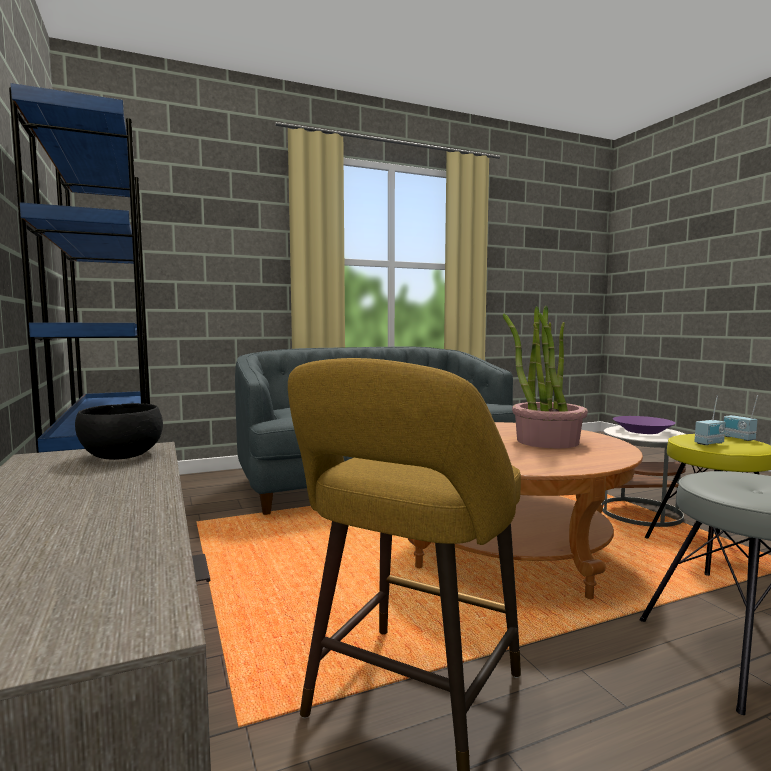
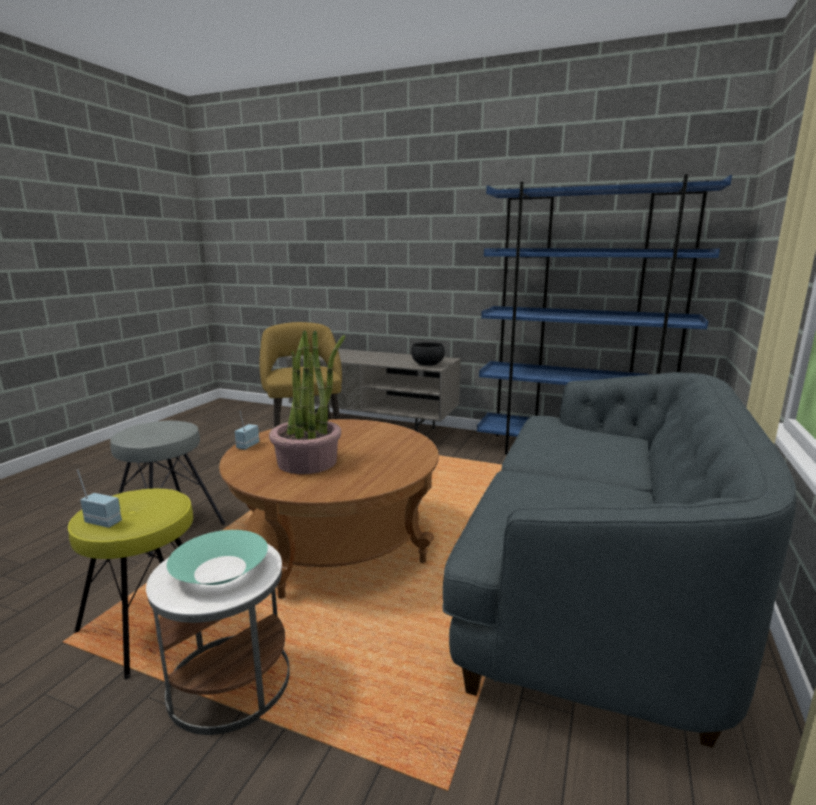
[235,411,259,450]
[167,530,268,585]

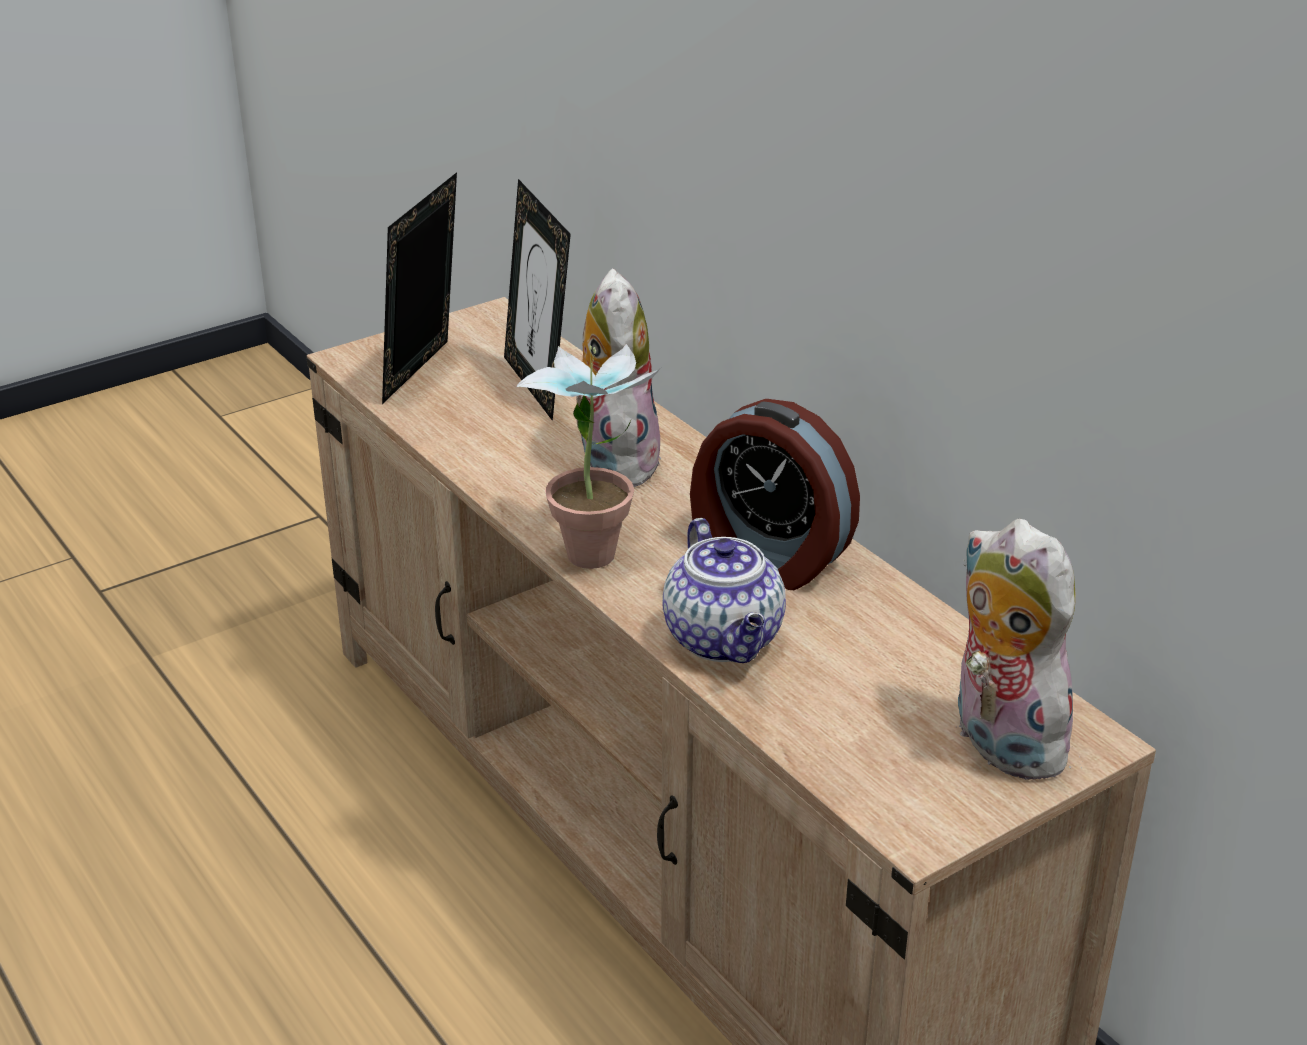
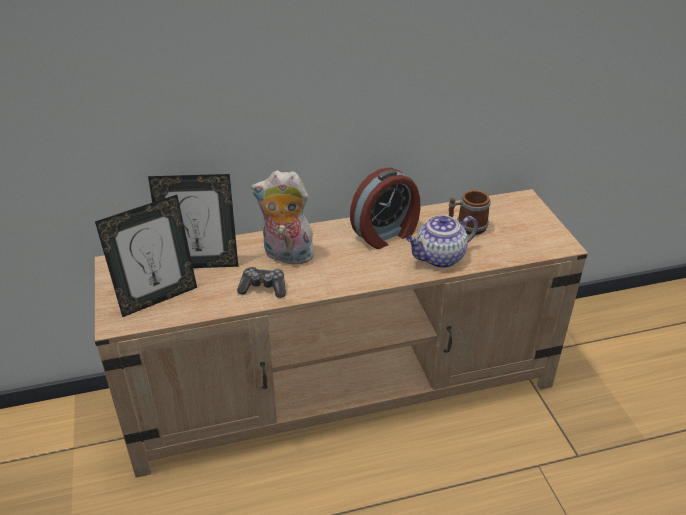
[516,344,661,569] (first image)
[955,519,1082,780] (first image)
[237,267,286,298]
[449,190,491,235]
[95,195,197,317]
[406,215,478,268]

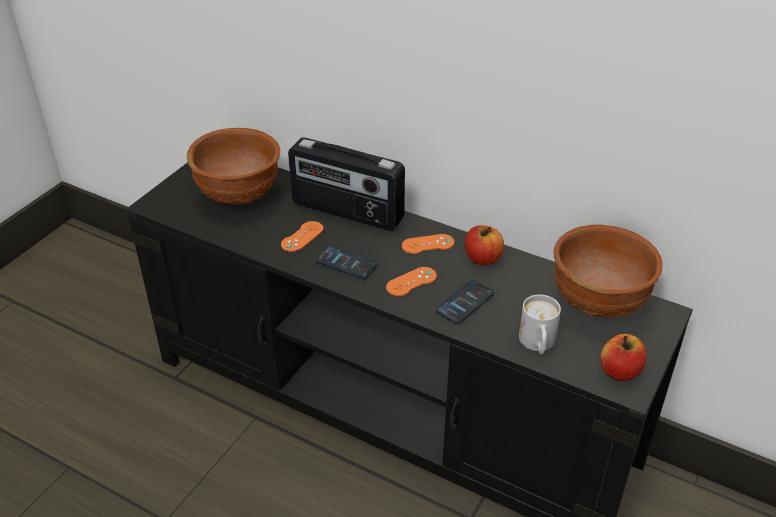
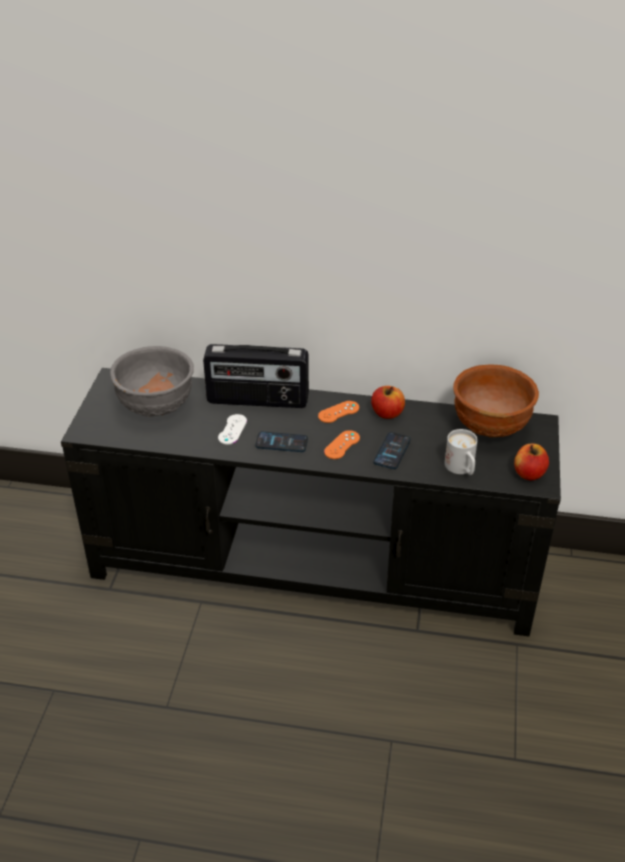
[110,346,194,417]
[218,414,247,445]

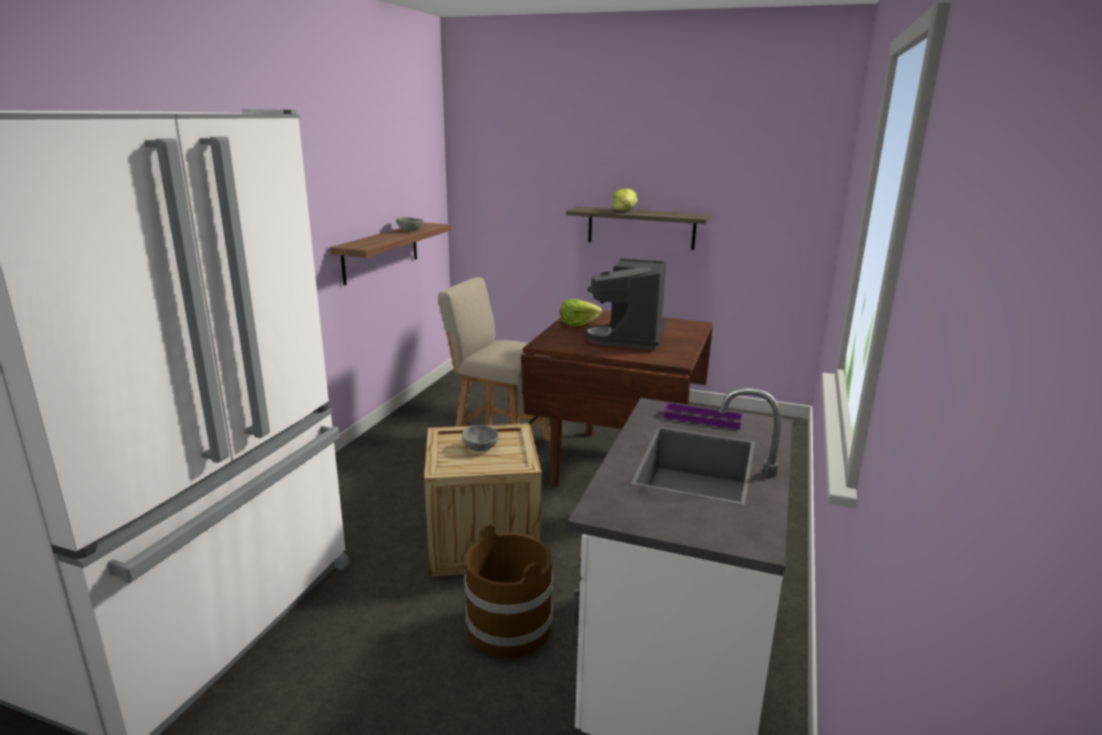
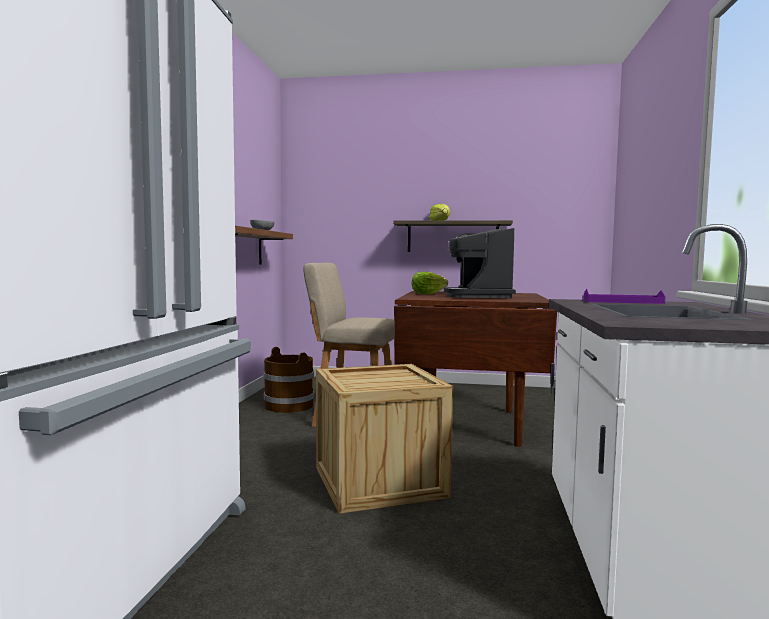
[462,425,499,451] (first image)
[264,347,314,413]

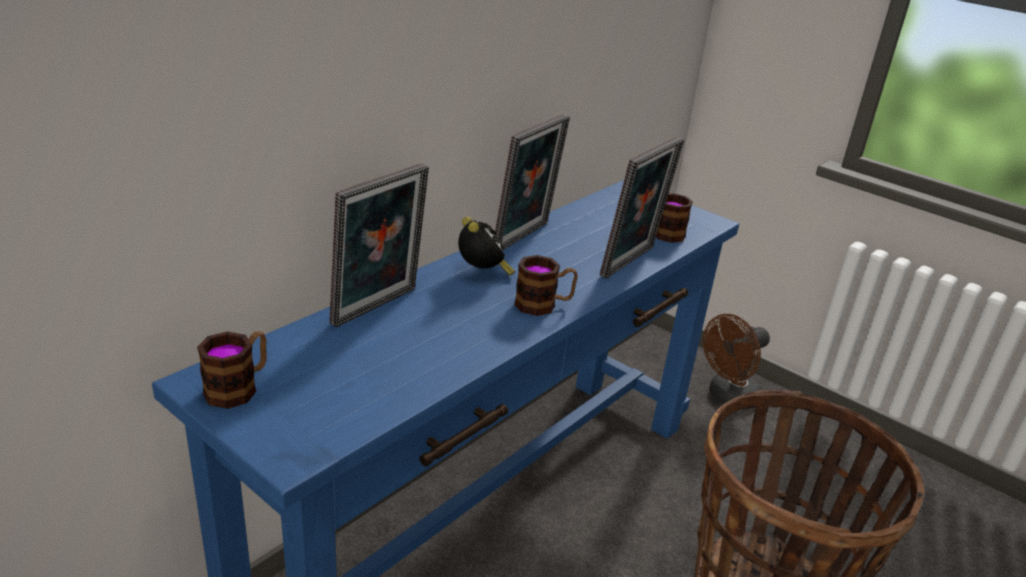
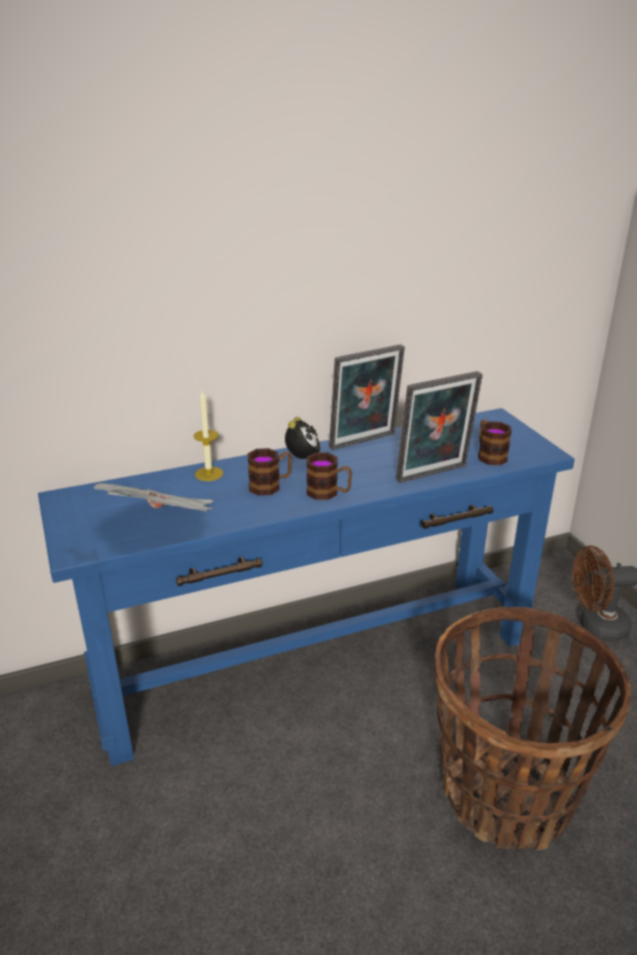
[94,483,213,512]
[248,448,292,496]
[194,389,223,481]

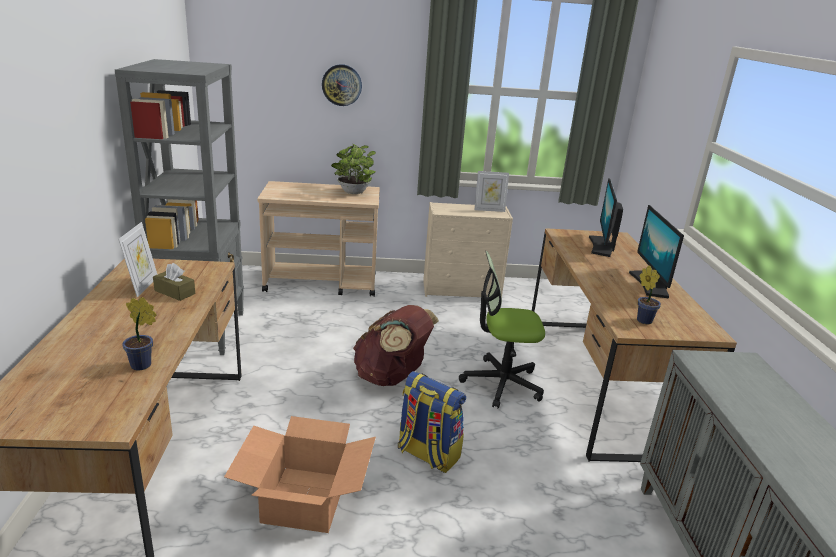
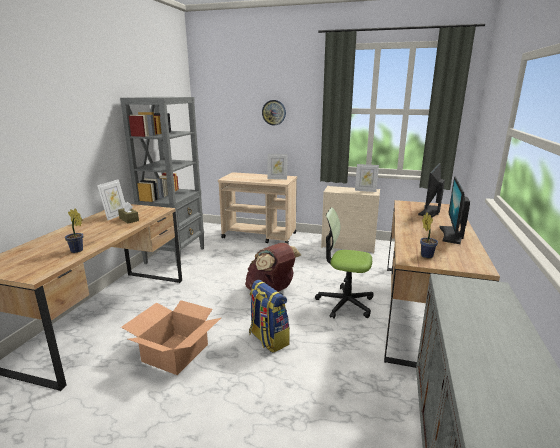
[267,154,288,179]

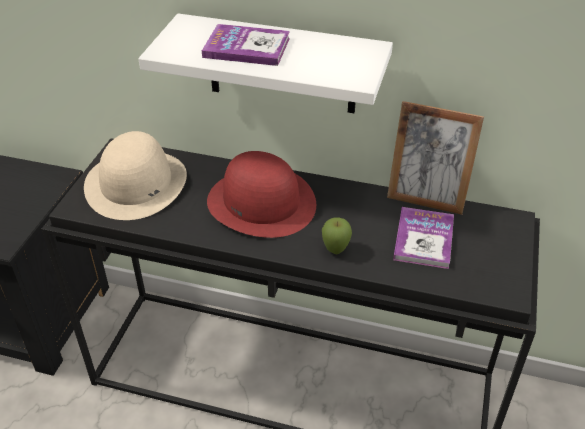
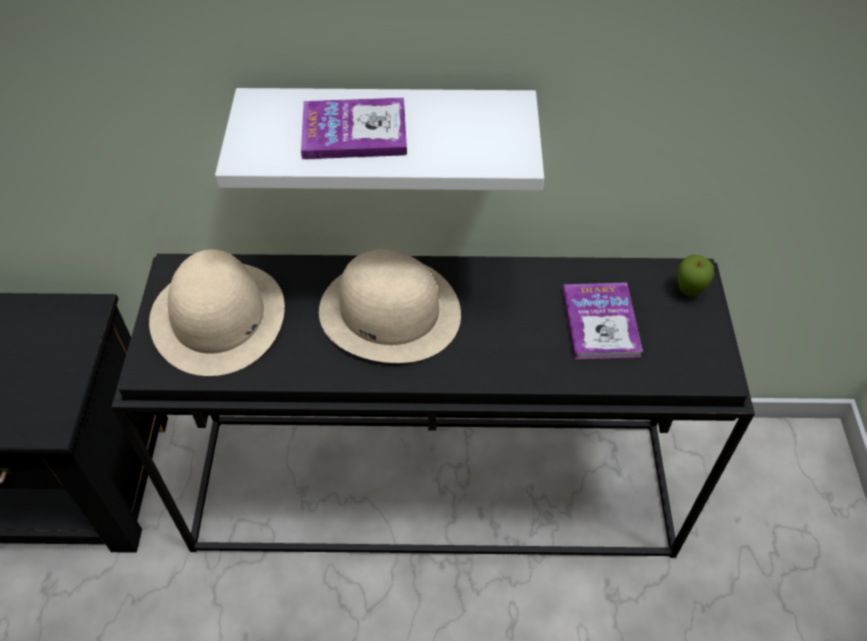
[387,101,484,215] (first image)
[678,255,714,297]
[319,250,461,363]

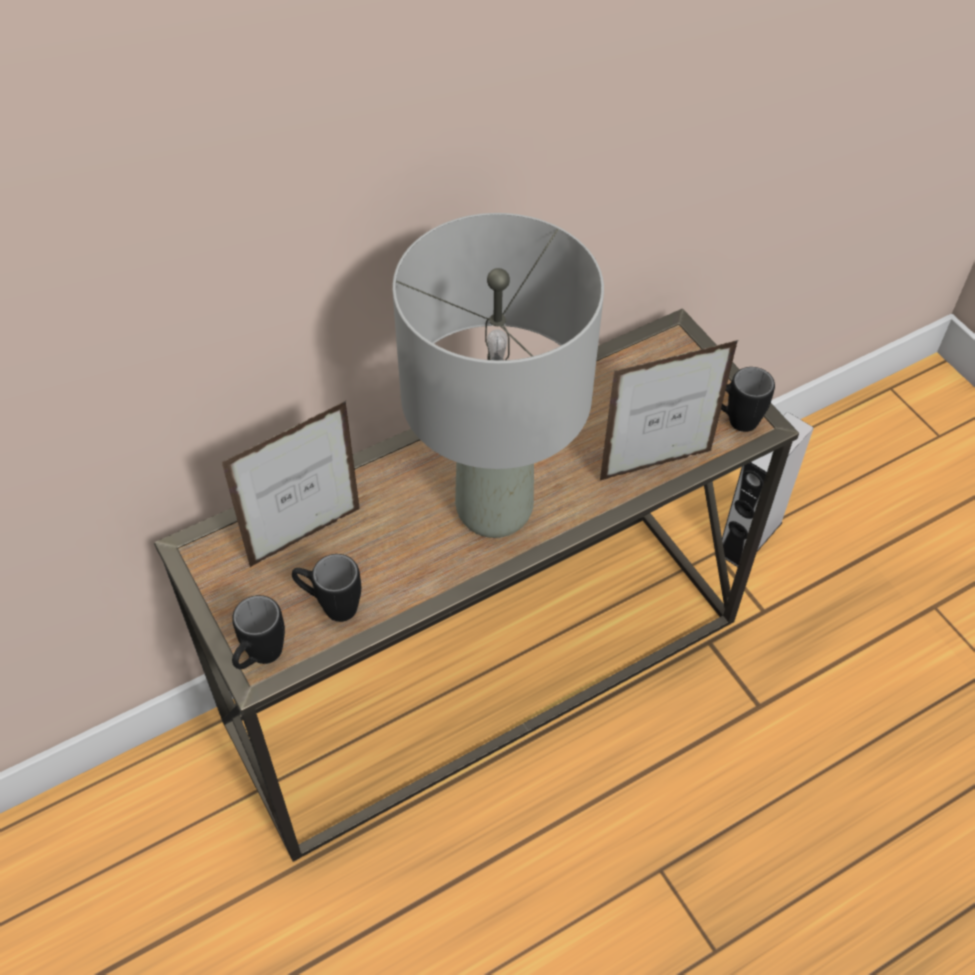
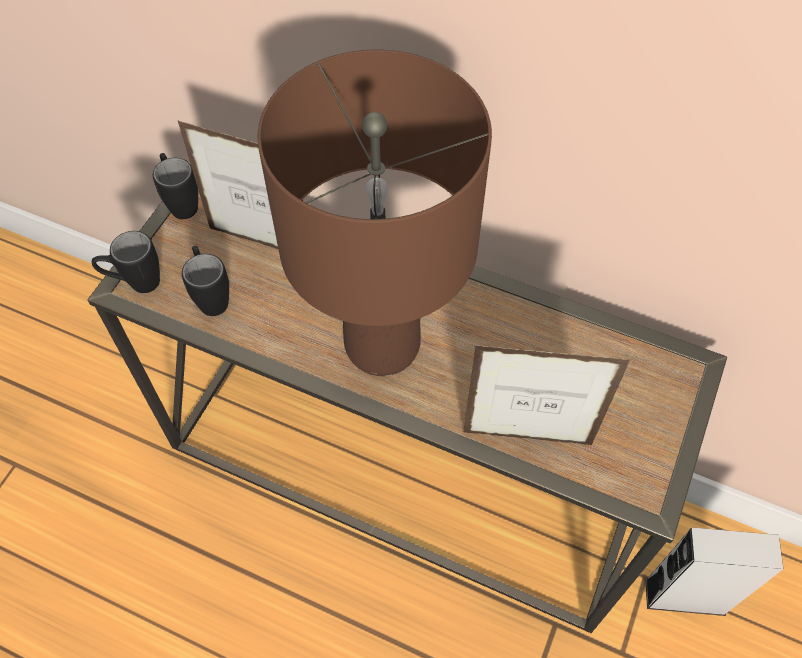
[153,153,198,219]
[258,49,492,376]
[463,345,630,445]

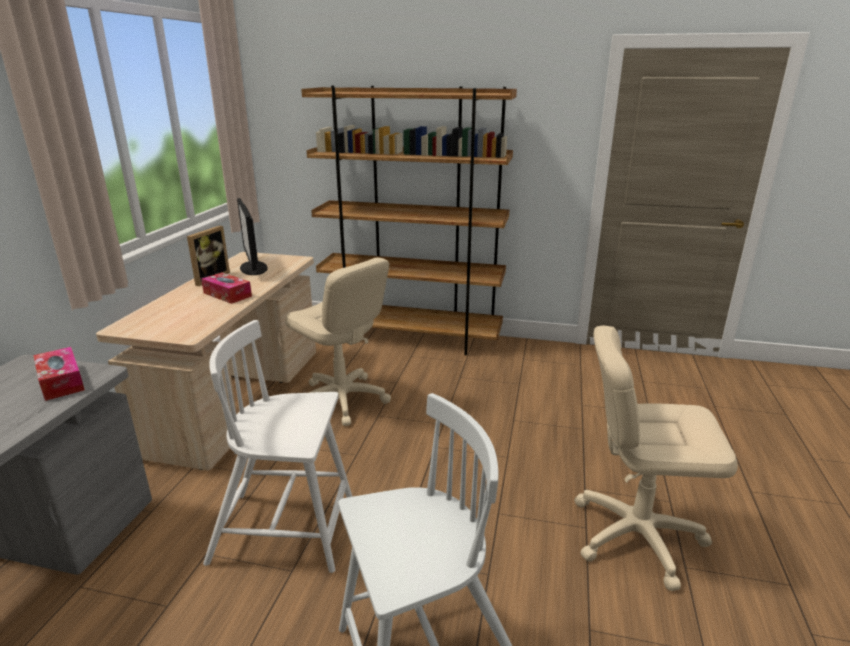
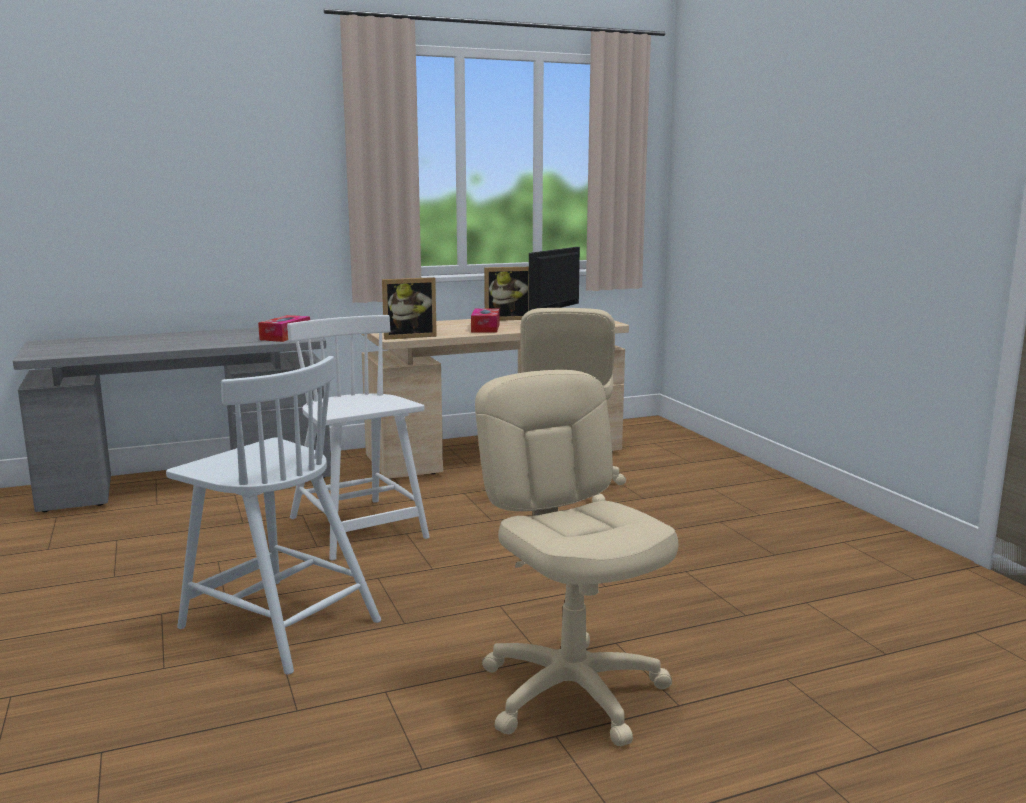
[301,86,517,355] (first image)
[382,277,437,340]

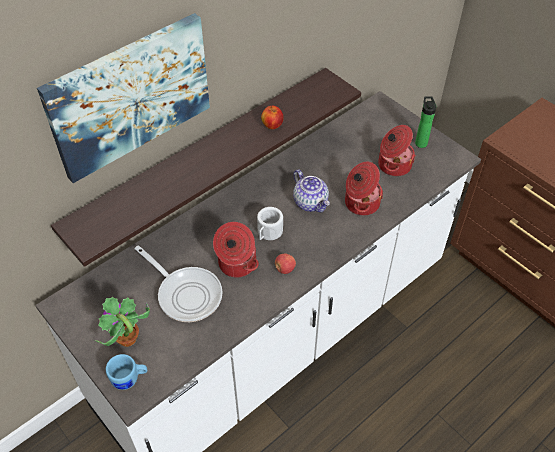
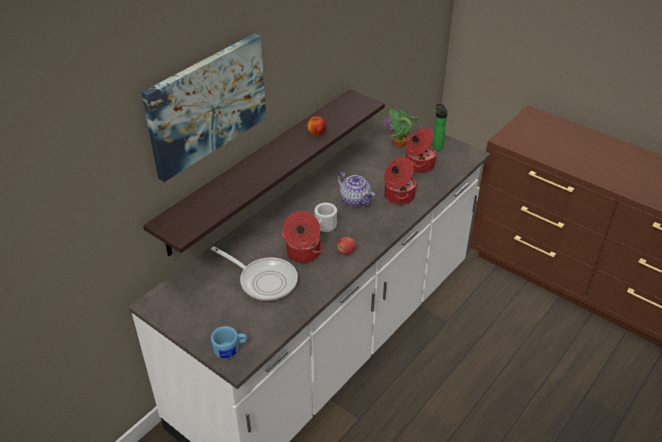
[386,109,418,148]

